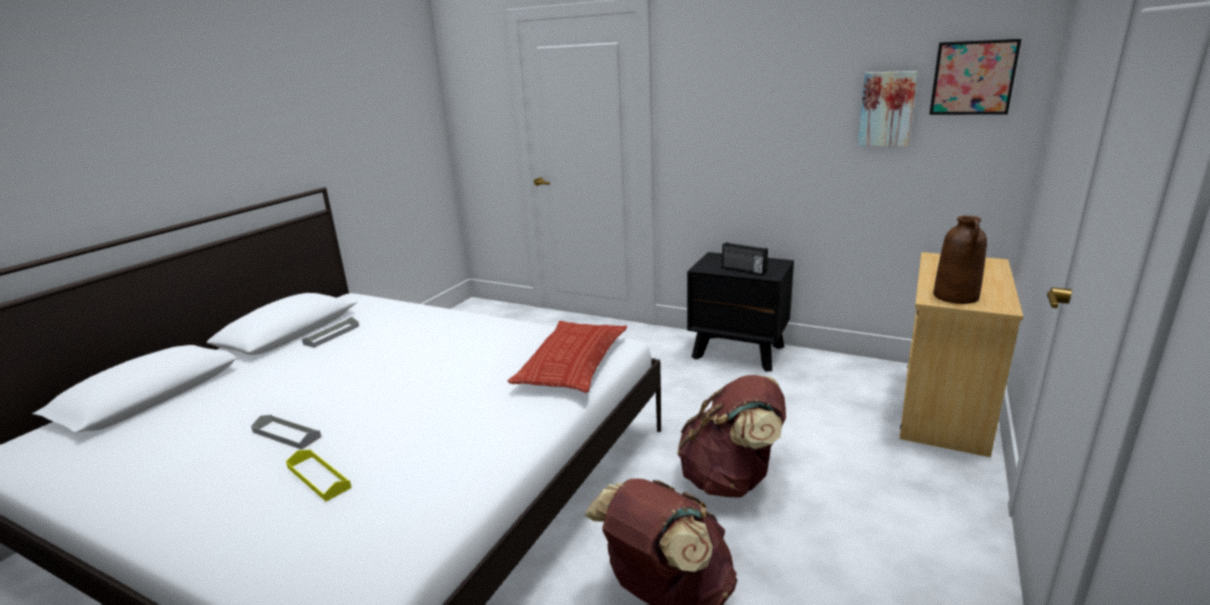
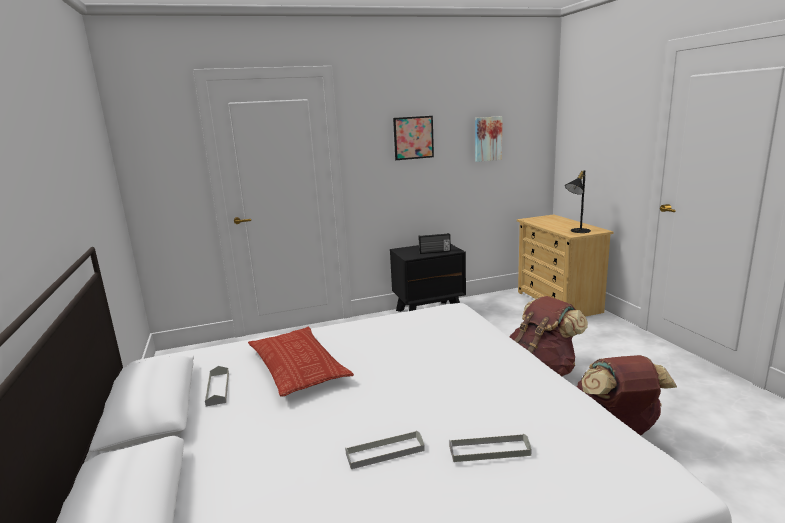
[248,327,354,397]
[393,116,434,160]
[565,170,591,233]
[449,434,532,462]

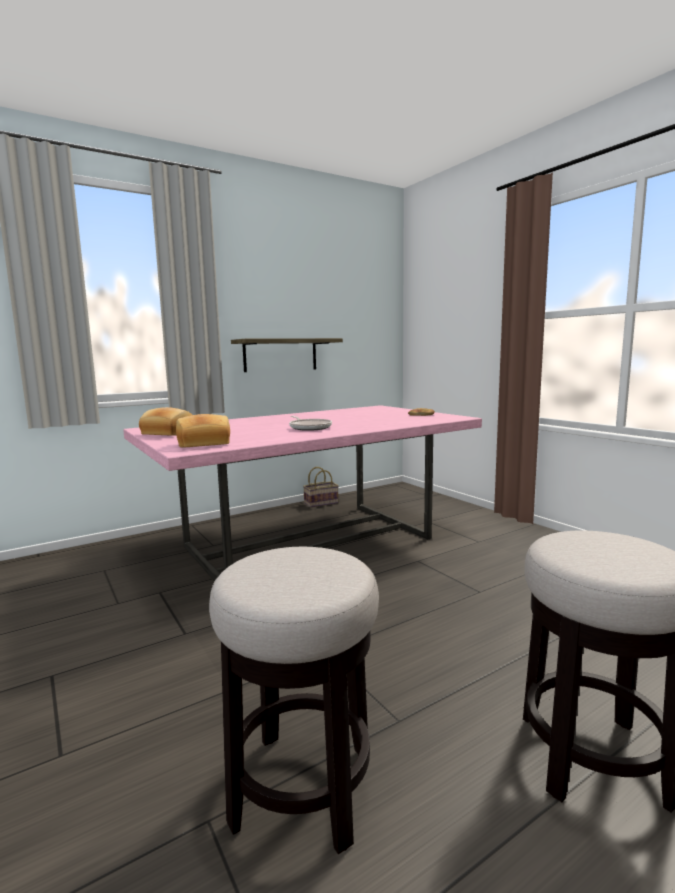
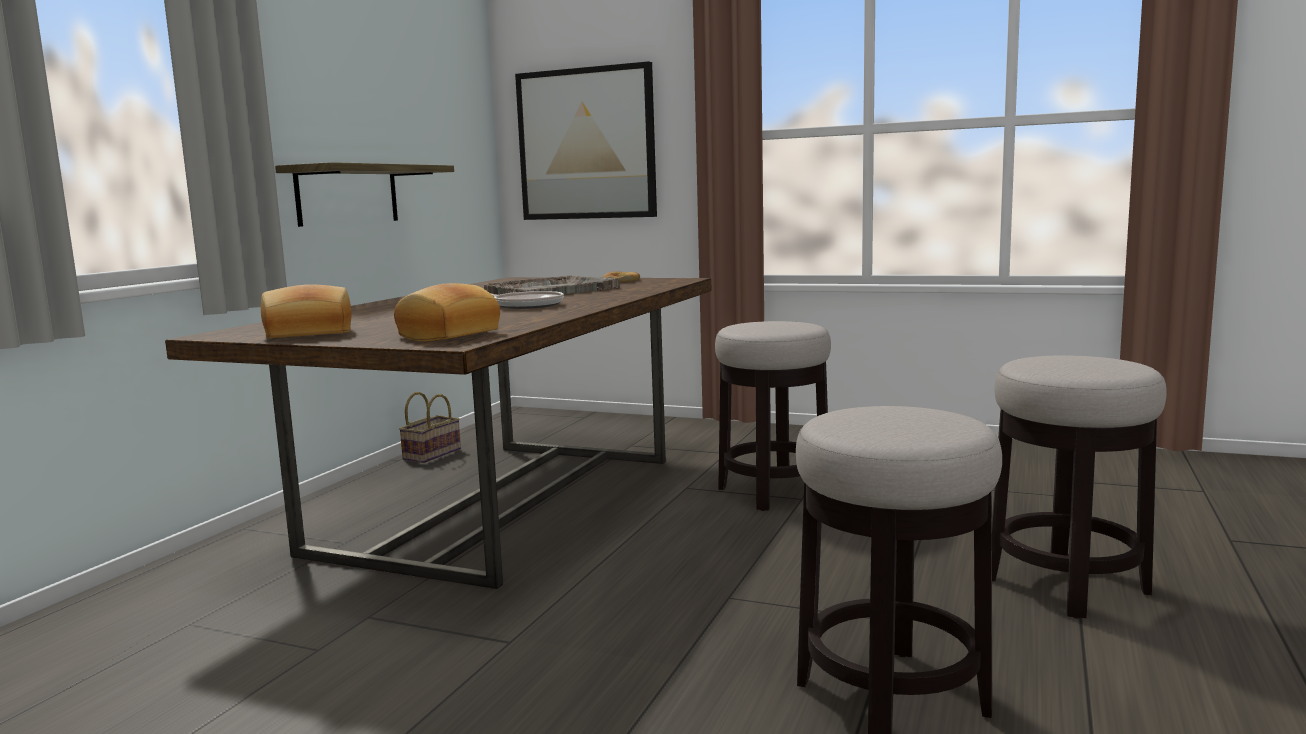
[484,275,620,295]
[515,61,657,220]
[715,321,831,511]
[165,277,711,589]

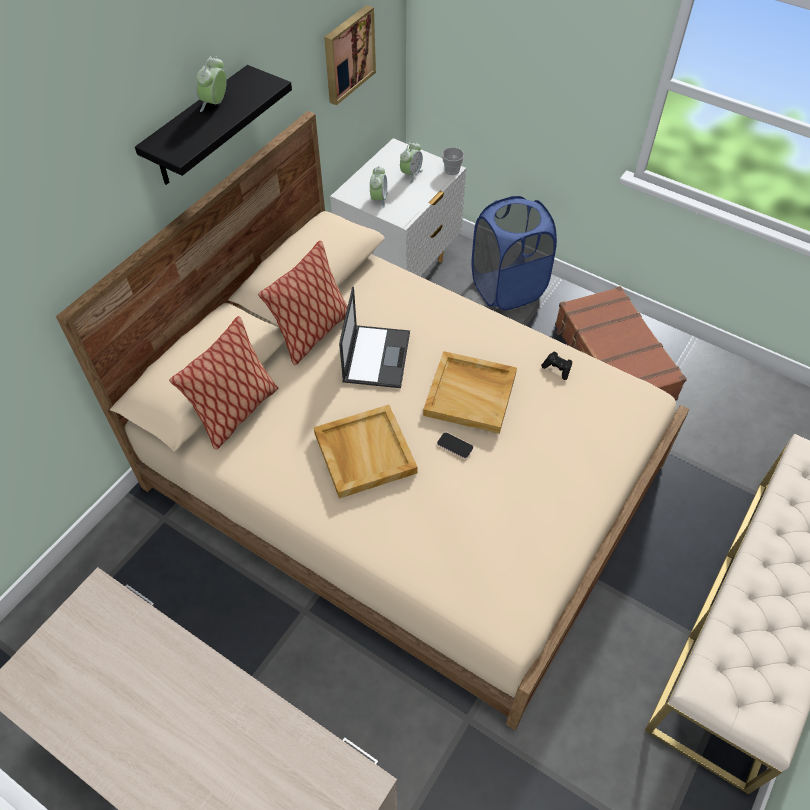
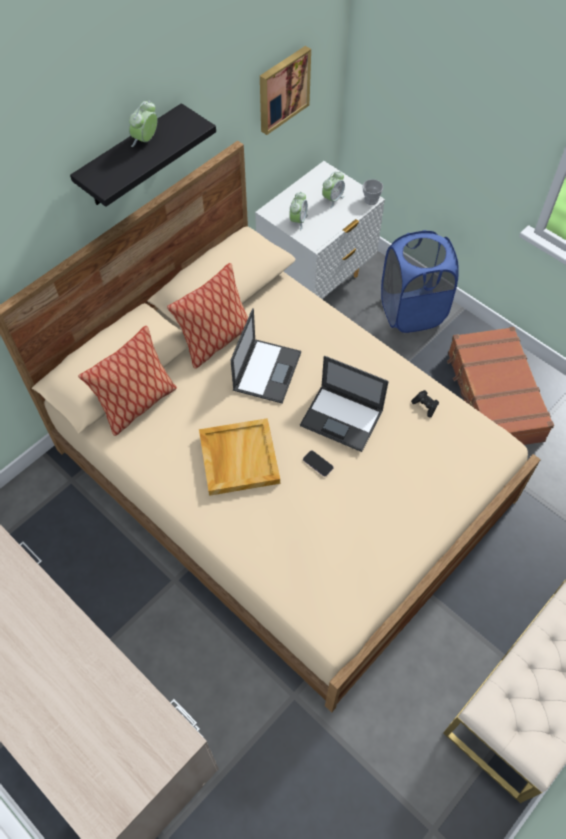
[300,356,389,452]

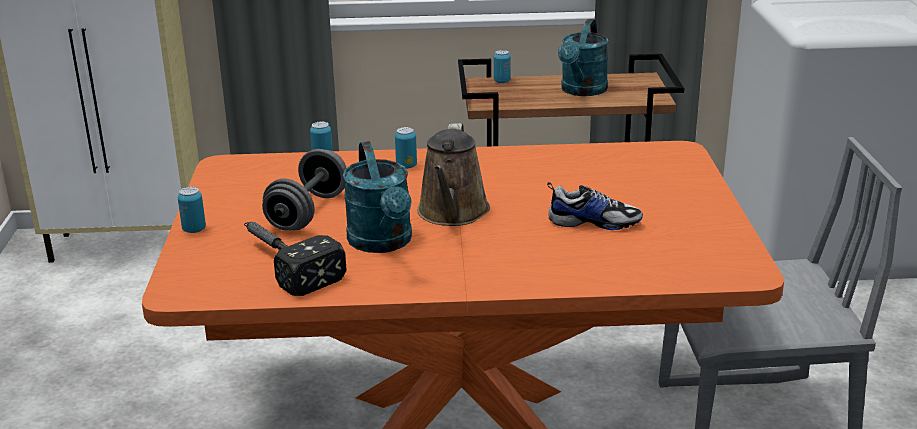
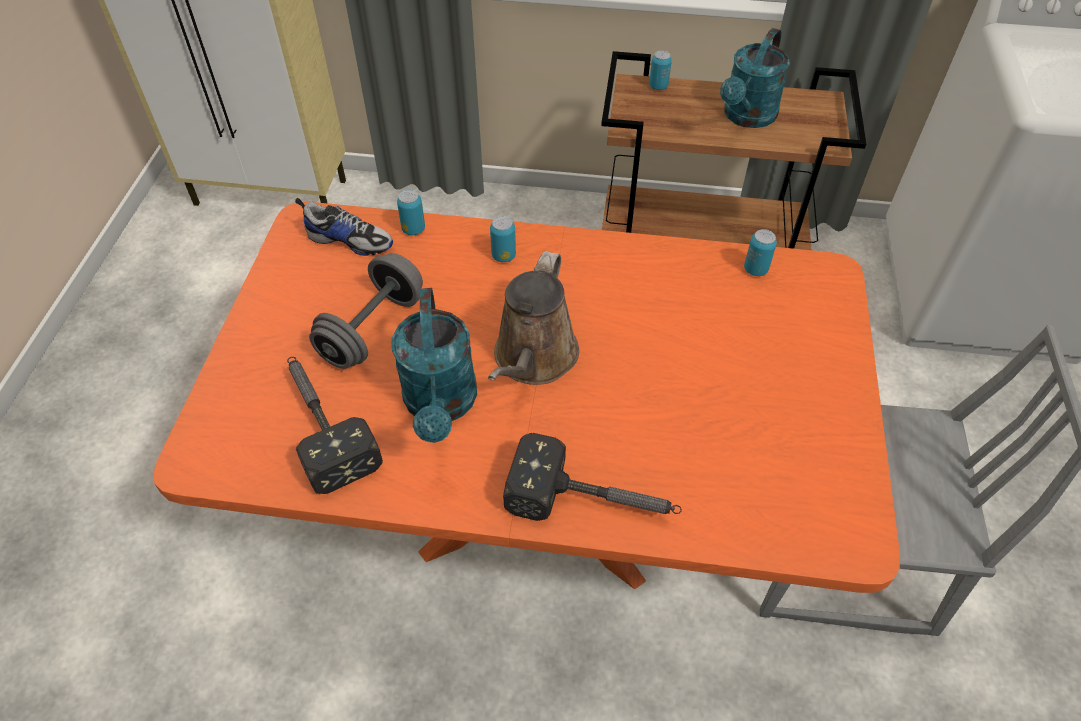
[503,433,682,521]
[744,229,777,276]
[295,198,393,256]

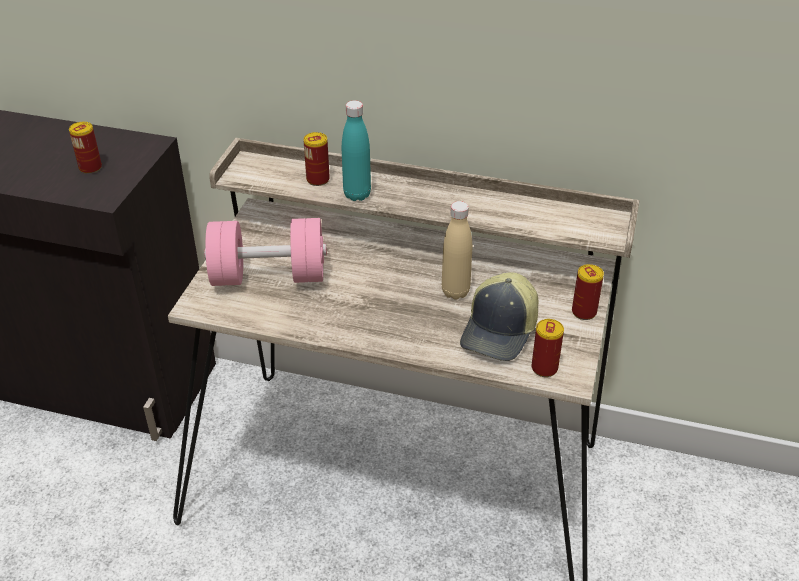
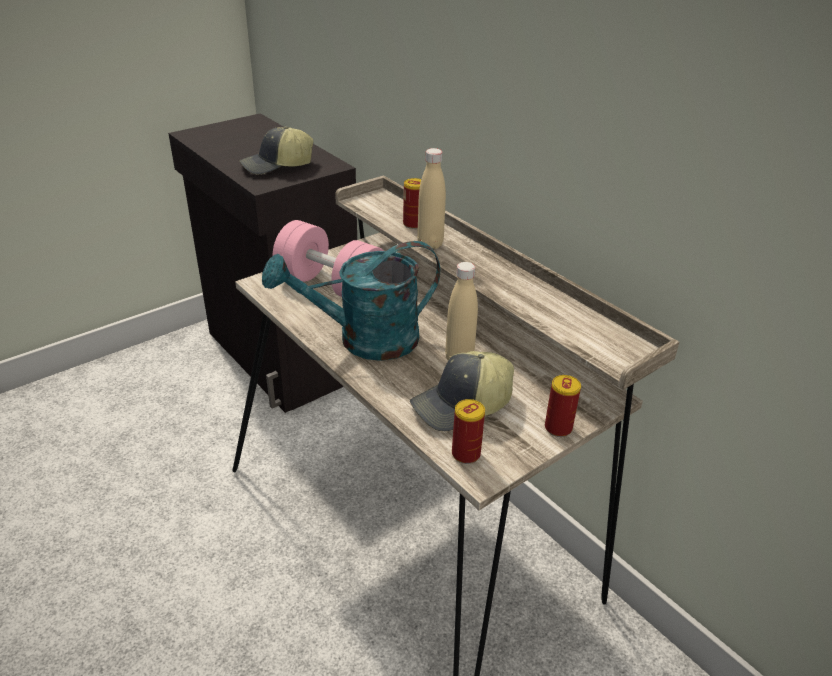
[262,241,440,361]
[240,126,313,175]
[417,148,446,249]

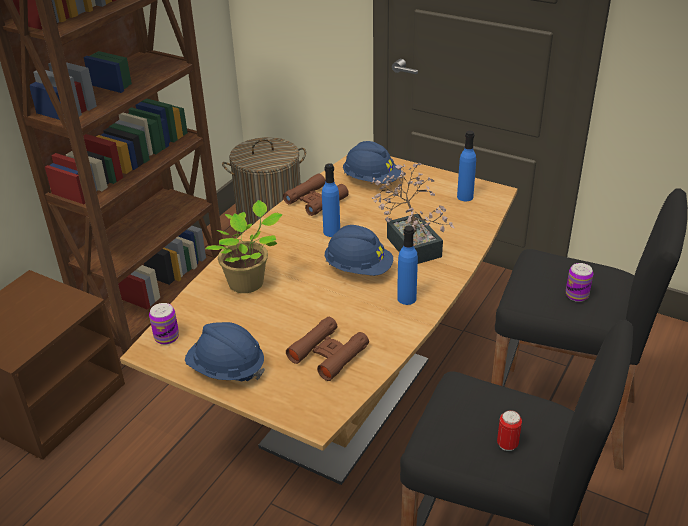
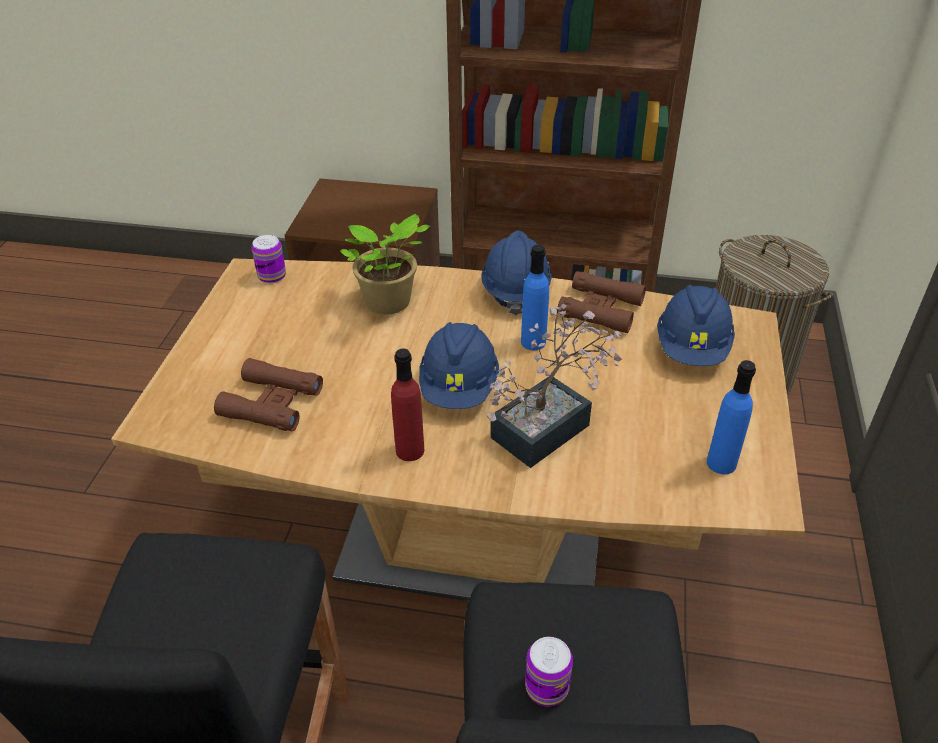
[497,410,522,451] (first image)
[481,230,552,315]
[391,349,424,461]

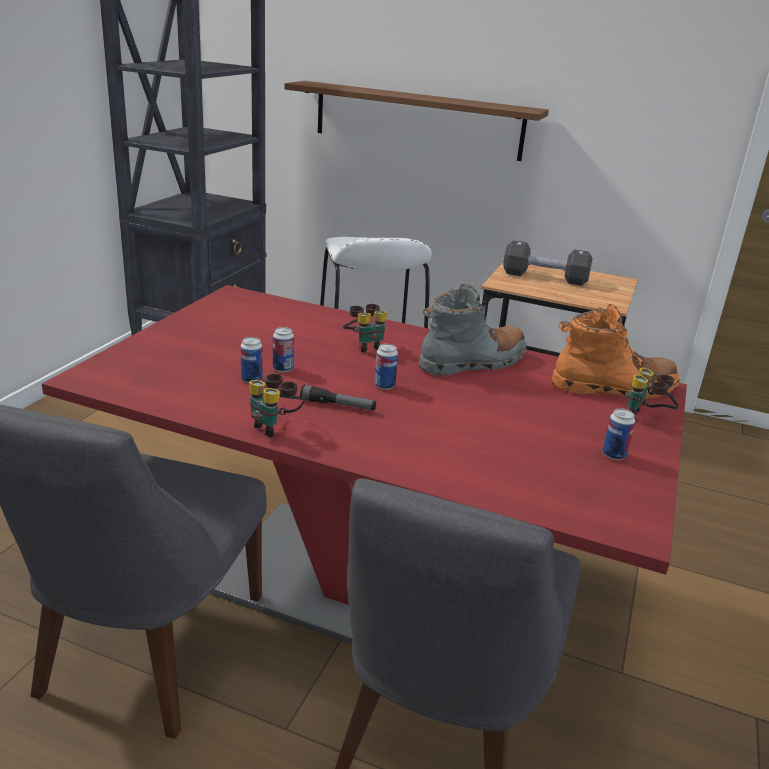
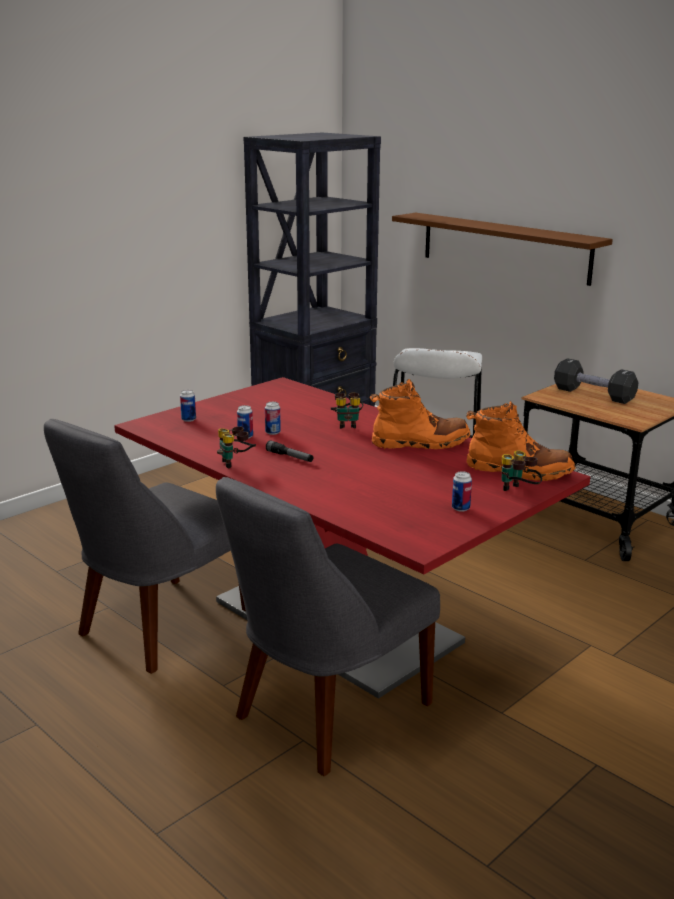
[180,390,196,422]
[370,379,471,449]

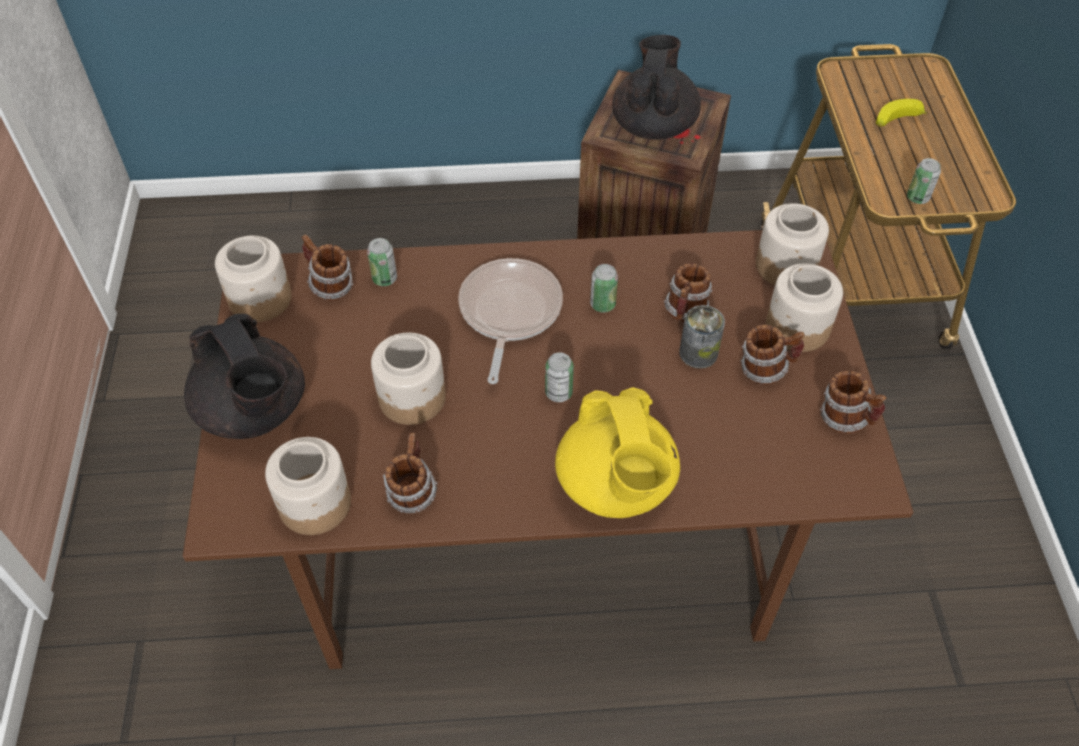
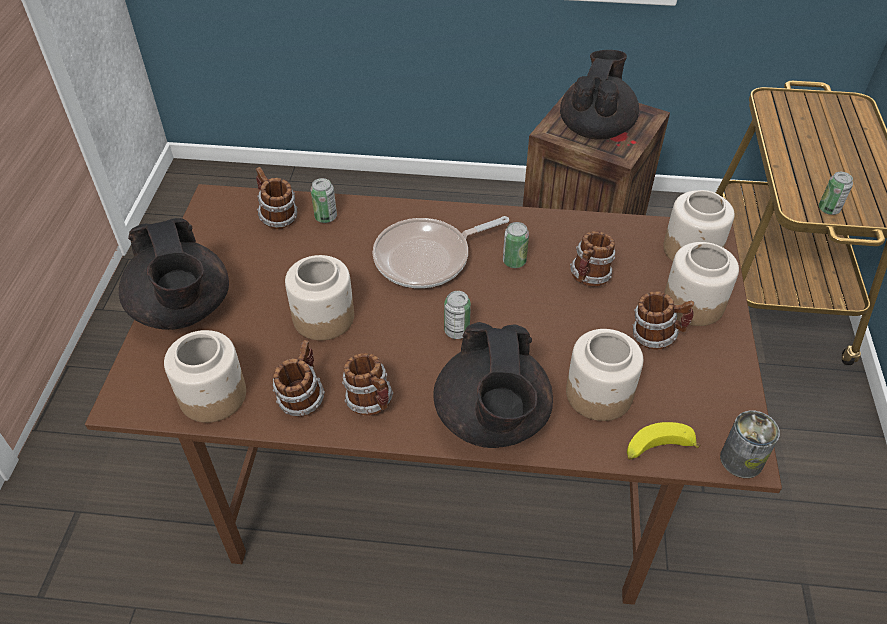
[566,329,643,421]
[720,410,780,478]
[342,353,393,416]
[627,422,700,460]
[433,322,553,448]
[373,216,509,288]

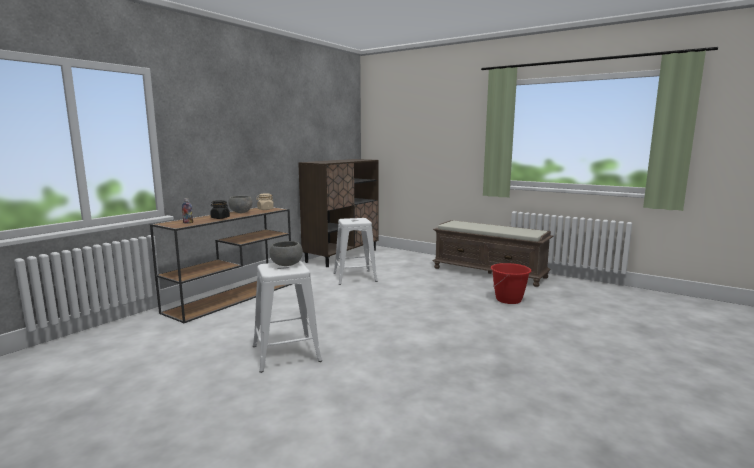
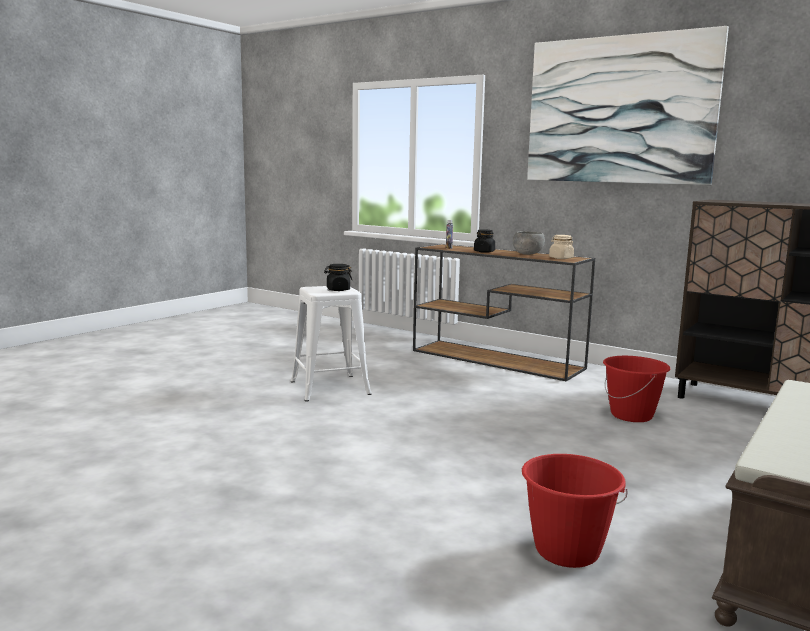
[527,26,729,185]
[324,264,352,291]
[603,356,670,422]

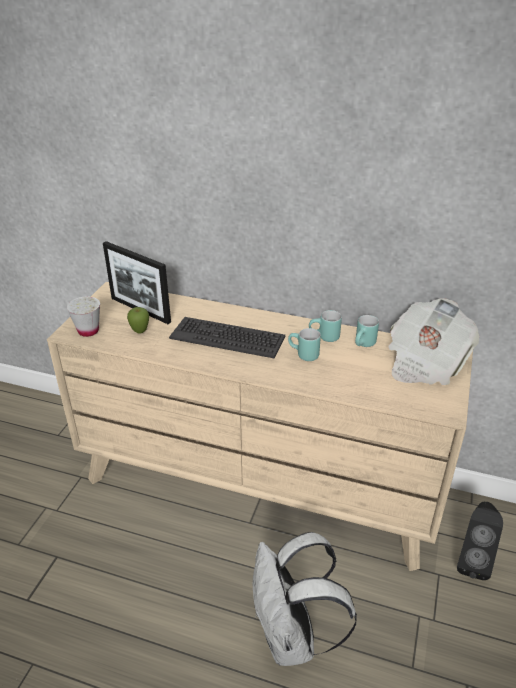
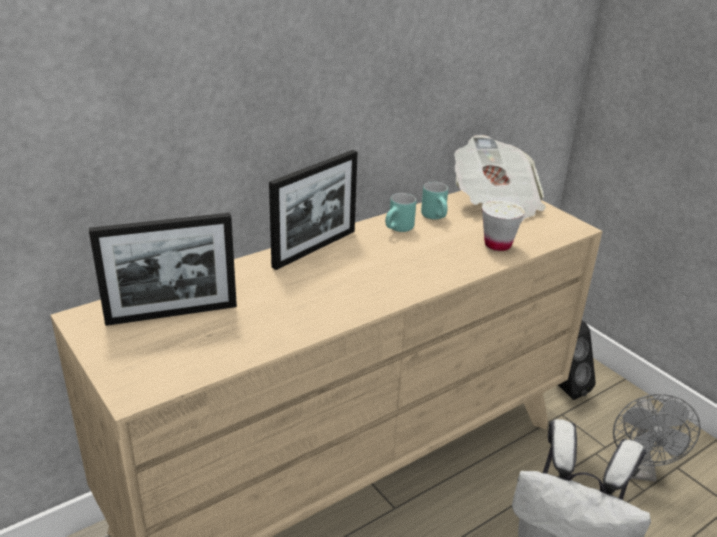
[127,307,149,334] (first image)
[169,317,286,359] (first image)
[288,328,321,361] (first image)
[269,150,358,270]
[613,394,701,481]
[482,200,525,251]

